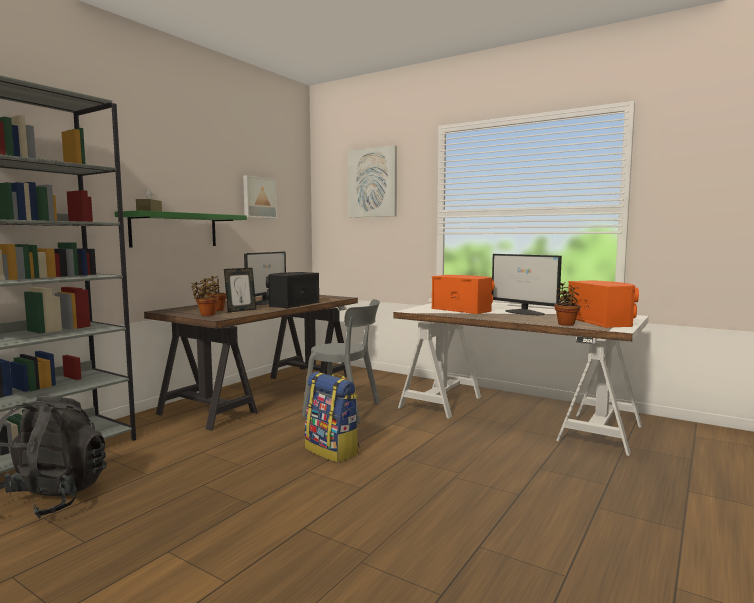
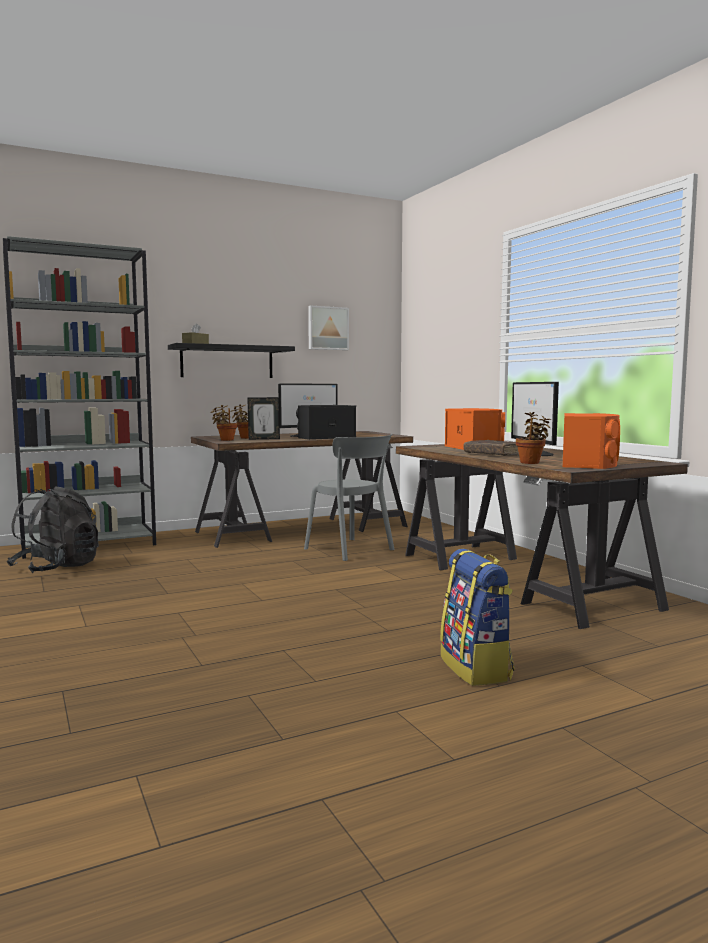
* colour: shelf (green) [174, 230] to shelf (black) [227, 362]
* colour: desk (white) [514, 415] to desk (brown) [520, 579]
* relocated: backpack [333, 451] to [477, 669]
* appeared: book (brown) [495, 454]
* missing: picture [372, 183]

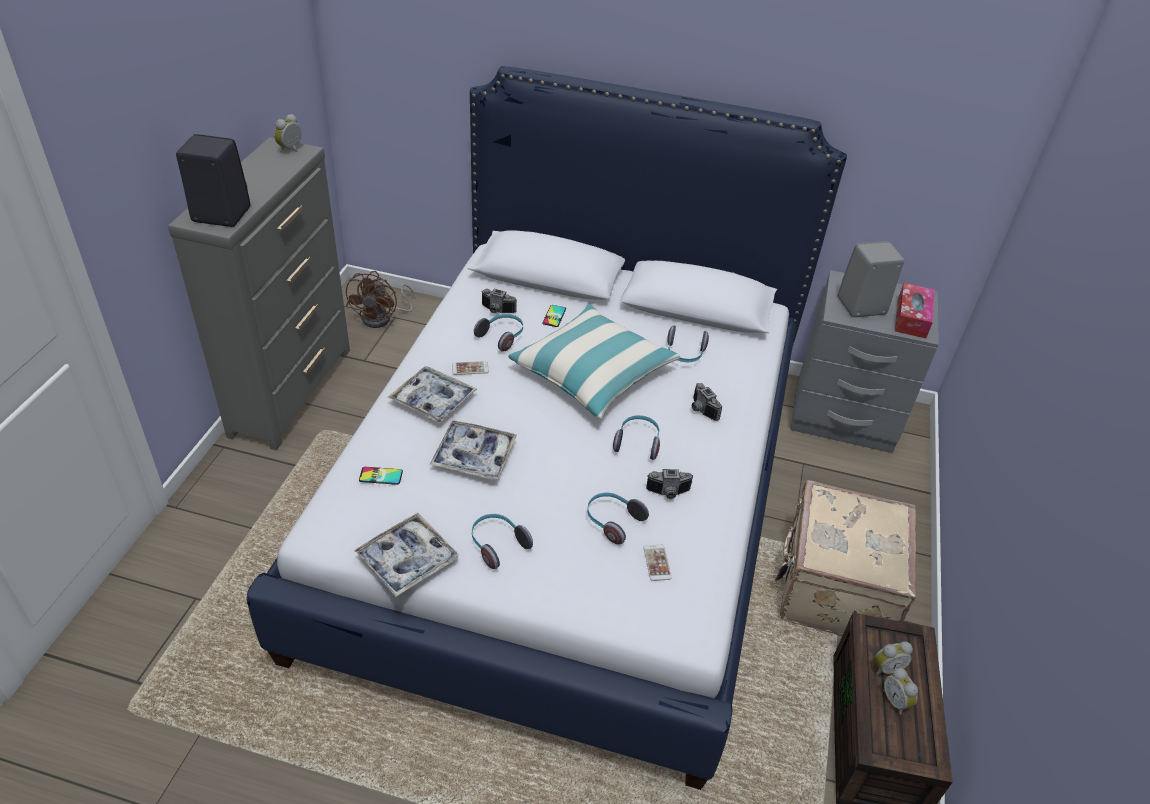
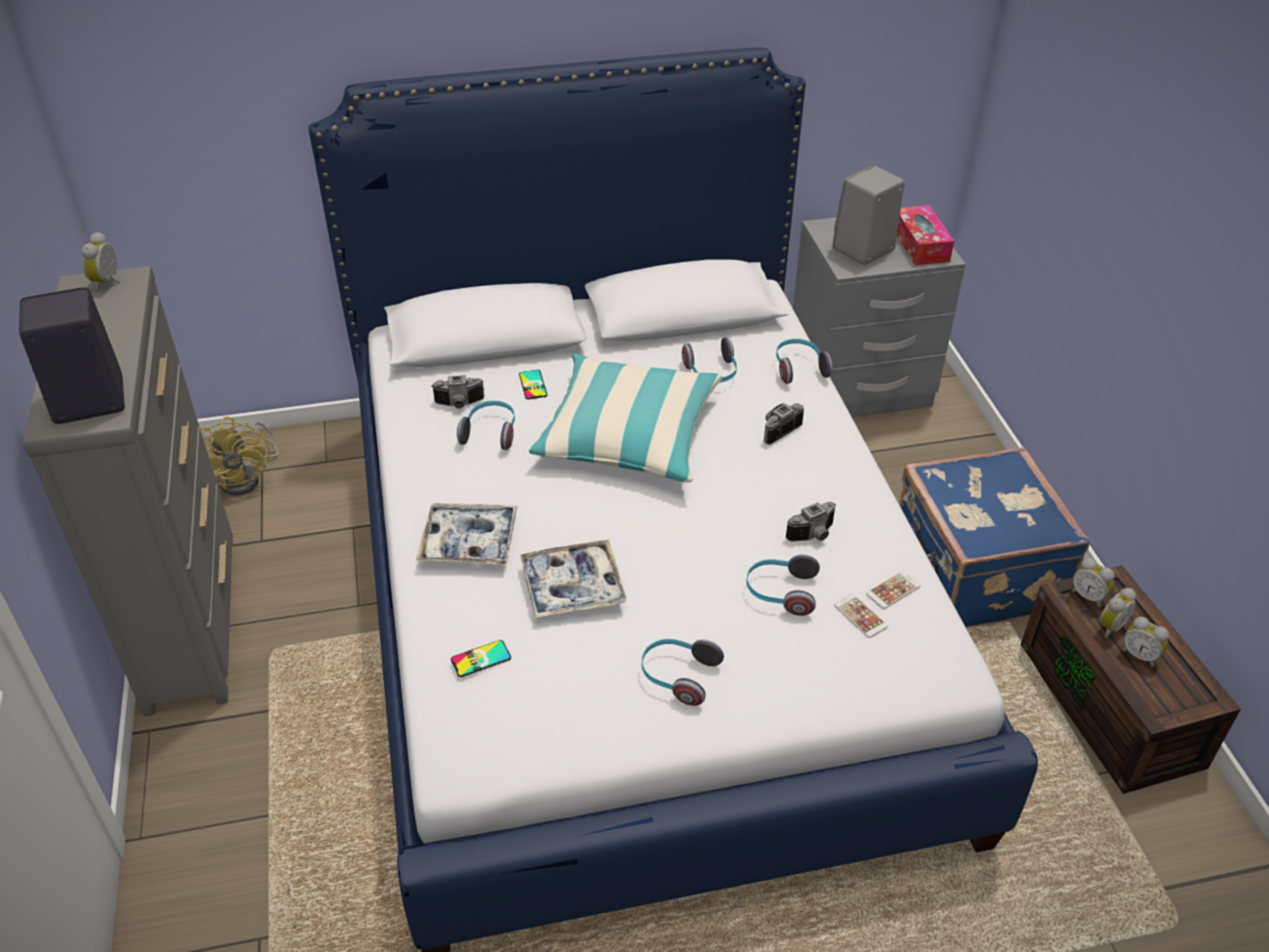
* colour: fan (brown) [382, 318] to fan (yellow) [246, 477]
* spun: photo camera [701, 410] = [777, 429] 105 degrees clockwise
* relocated: headphones [637, 442] to [799, 368]
* relocated: phone [470, 368] to [893, 590]
* colour: suitcase (beige) [833, 588] to suitcase (blue) [973, 574]
* appeared: alarm clock [1088, 596]
* missing: tray [407, 560]

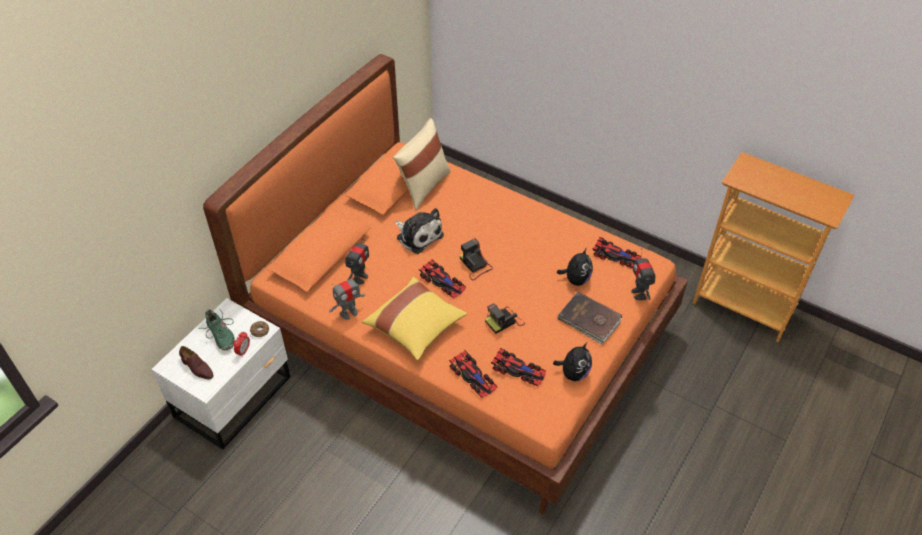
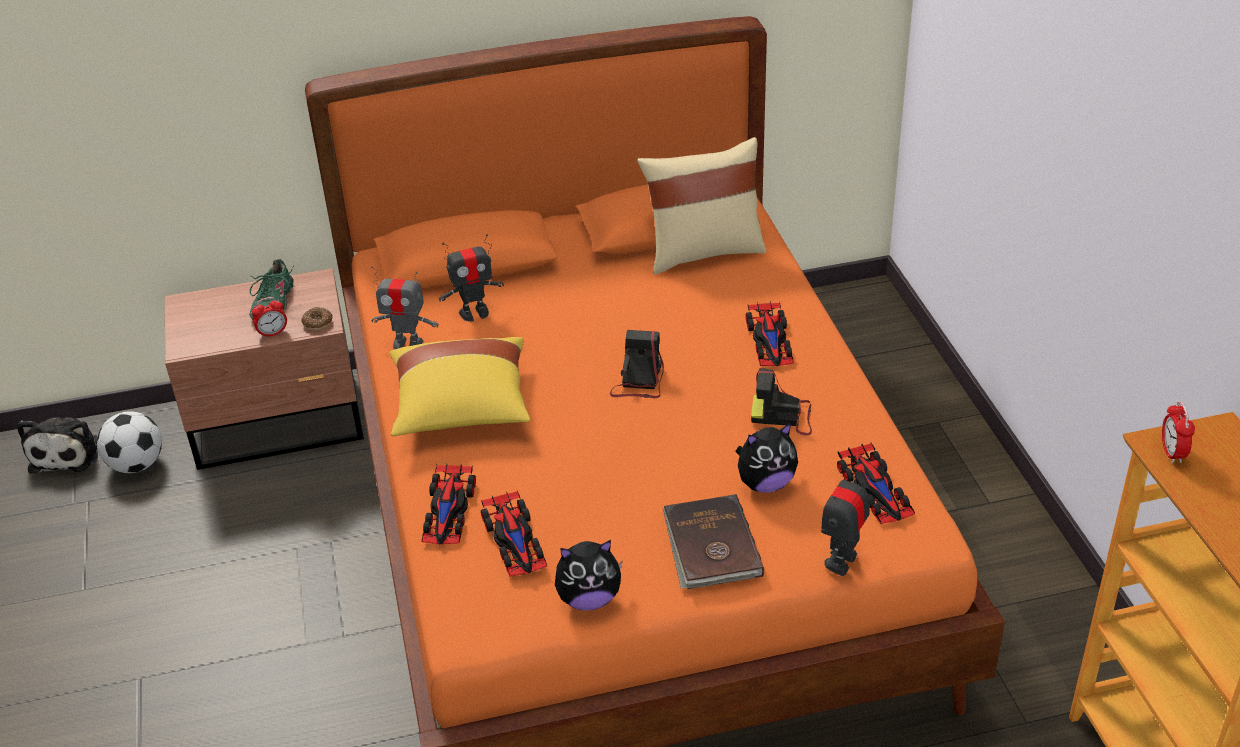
* relocated: plush toy [418, 235] to [67, 452]
* appeared: football [137, 465]
* colour: nightstand (white) [236, 397] to nightstand (brown) [280, 423]
* relocated: toy car [442, 282] to [770, 341]
* relocated: photo camera [504, 321] to [783, 416]
* appeared: alarm clock [1172, 453]
* missing: shoe (brown) [197, 368]

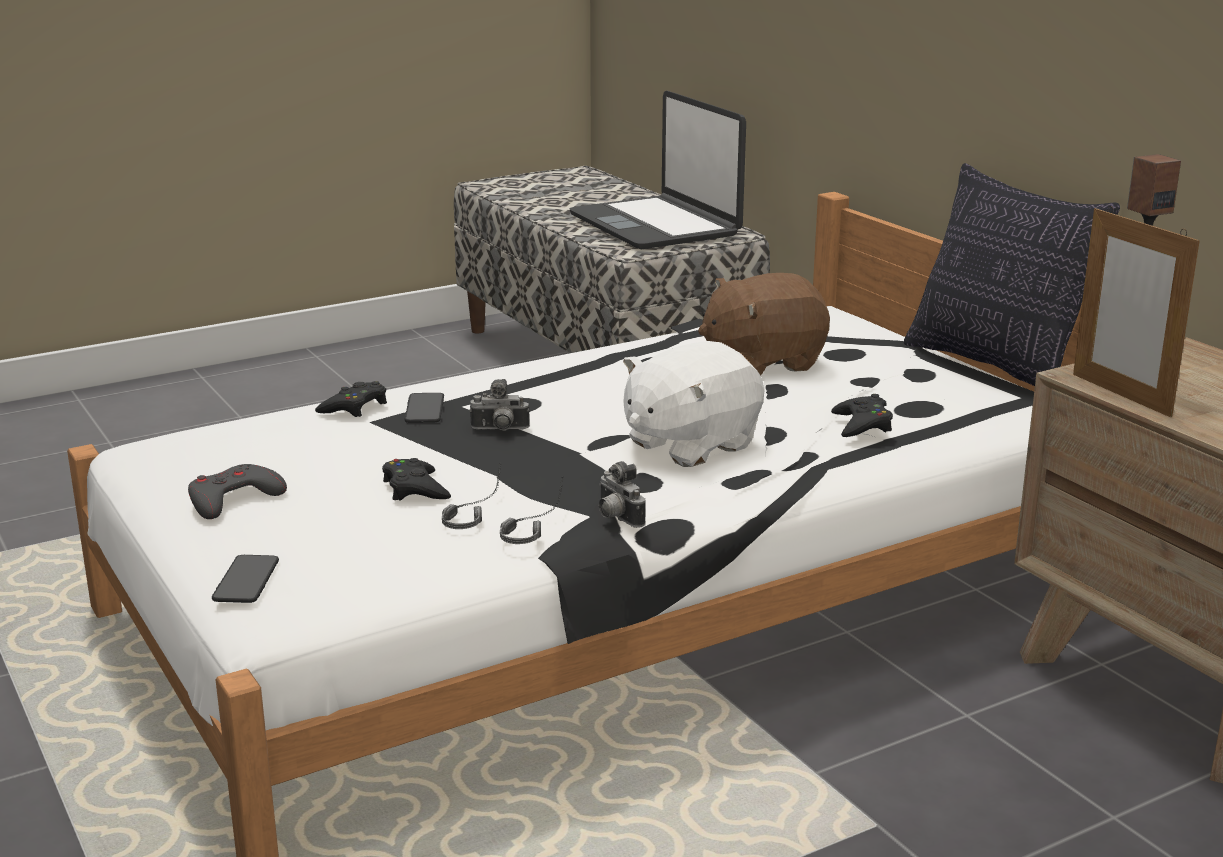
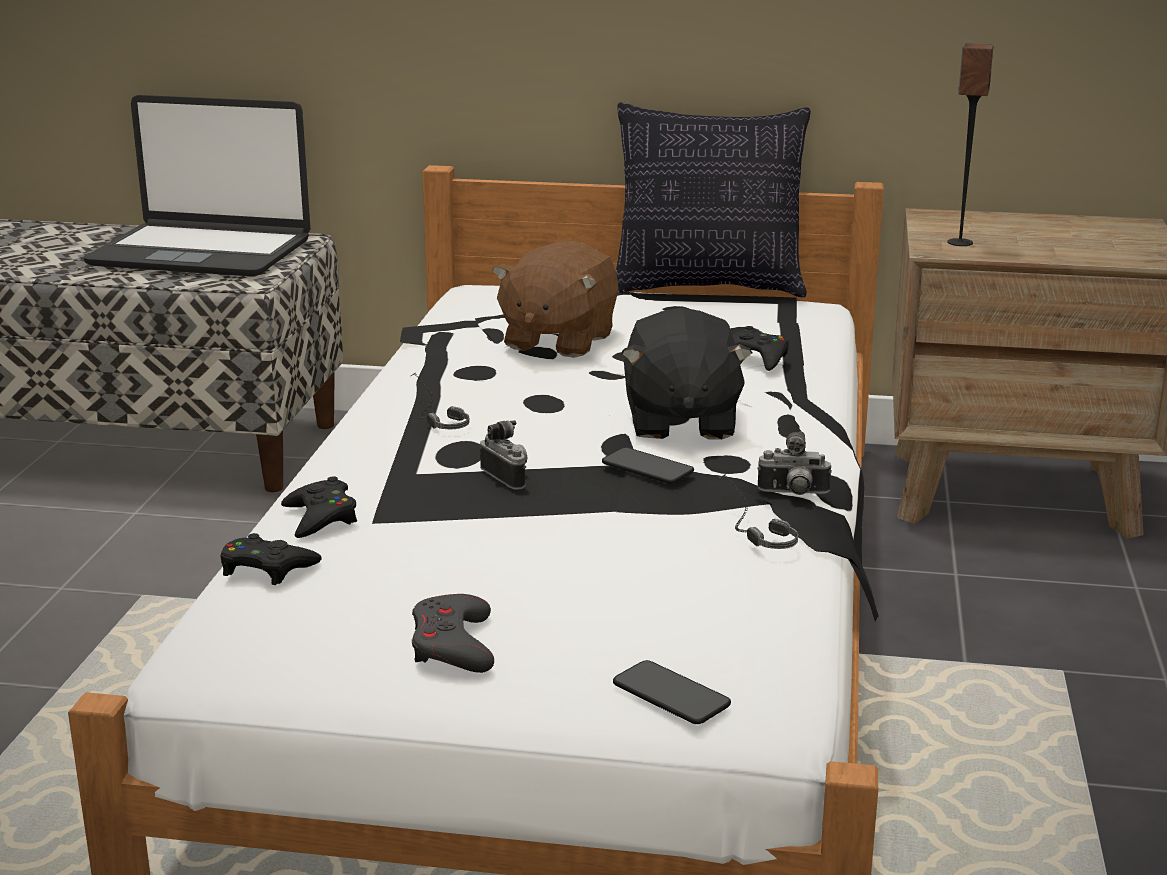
* relocated: game controller (black) [415, 488] to [266, 568]
* relocated: headphones [471, 509] to [430, 416]
* spun: photo camera [499, 430] = [509, 477] 75 degrees counterclockwise
* relocated: phone [424, 409] to [647, 468]
* colour: plush toy (white) [689, 444] to plush toy (black) [680, 422]
* missing: picture frame [1121, 395]

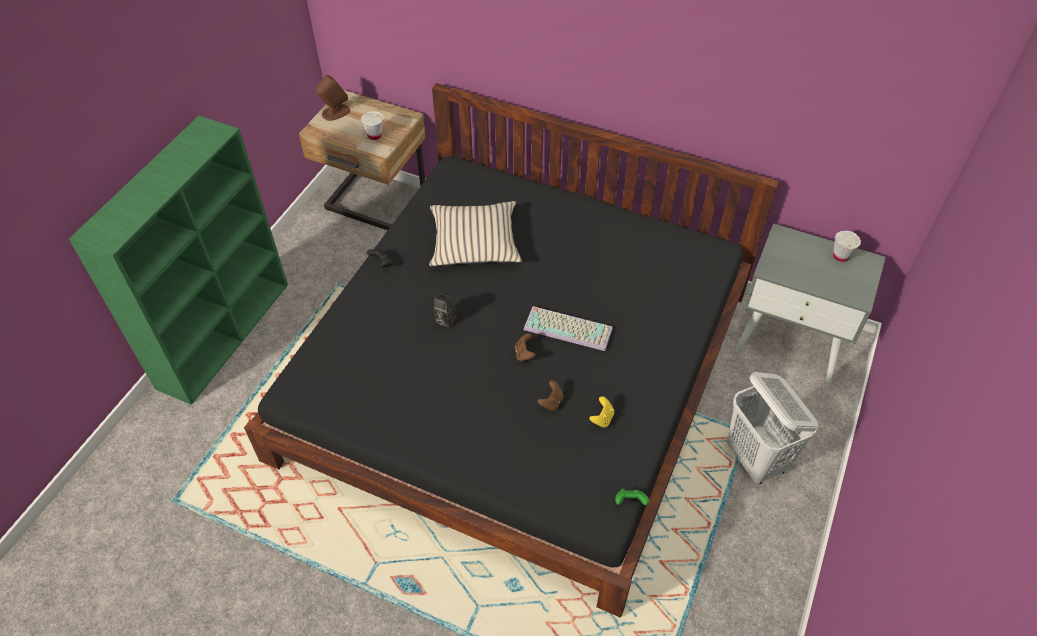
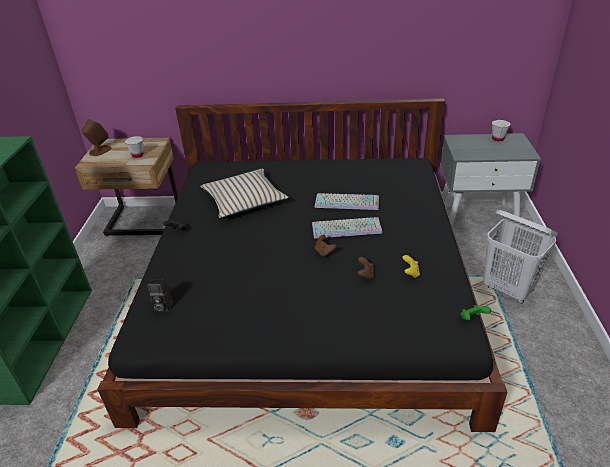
* relocated: photo camera [444, 320] to [162, 307]
* appeared: keyboard [347, 202]

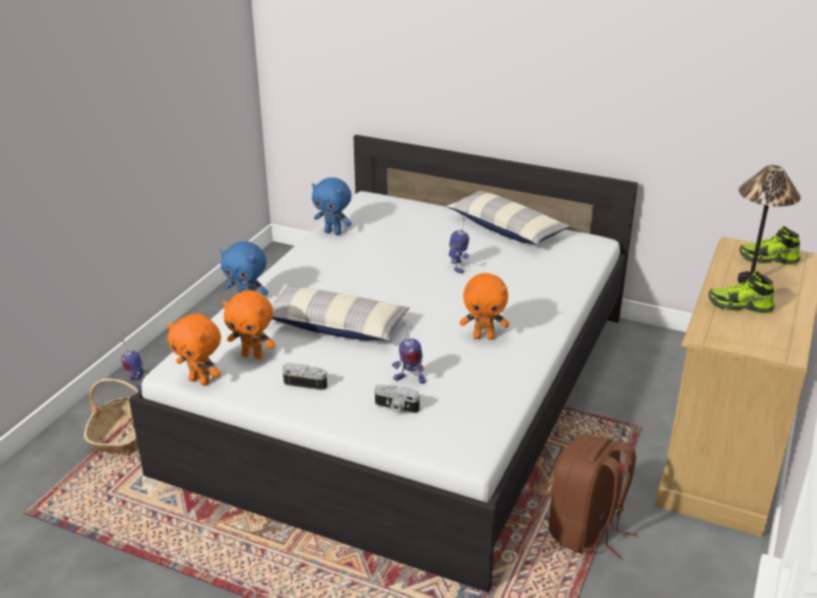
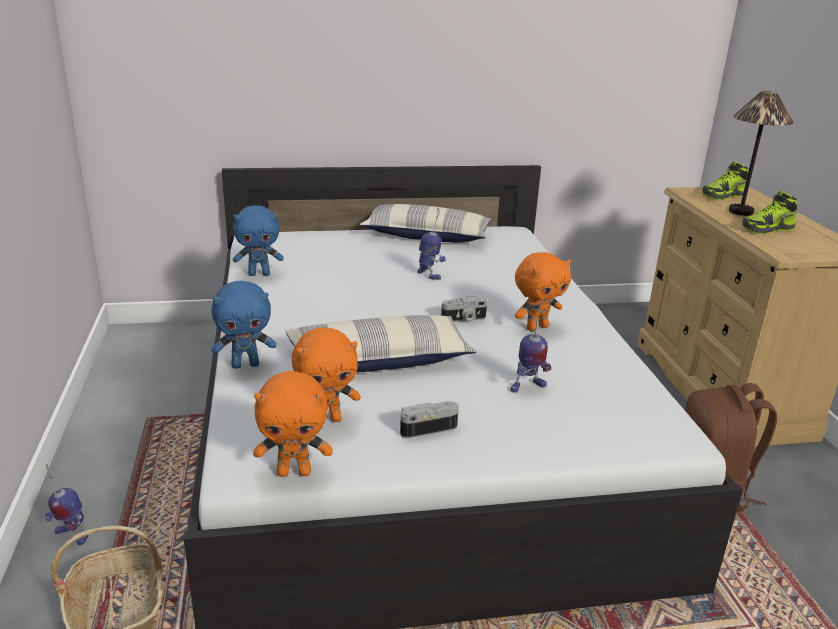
* relocated: photo camera [396, 407] to [464, 319]

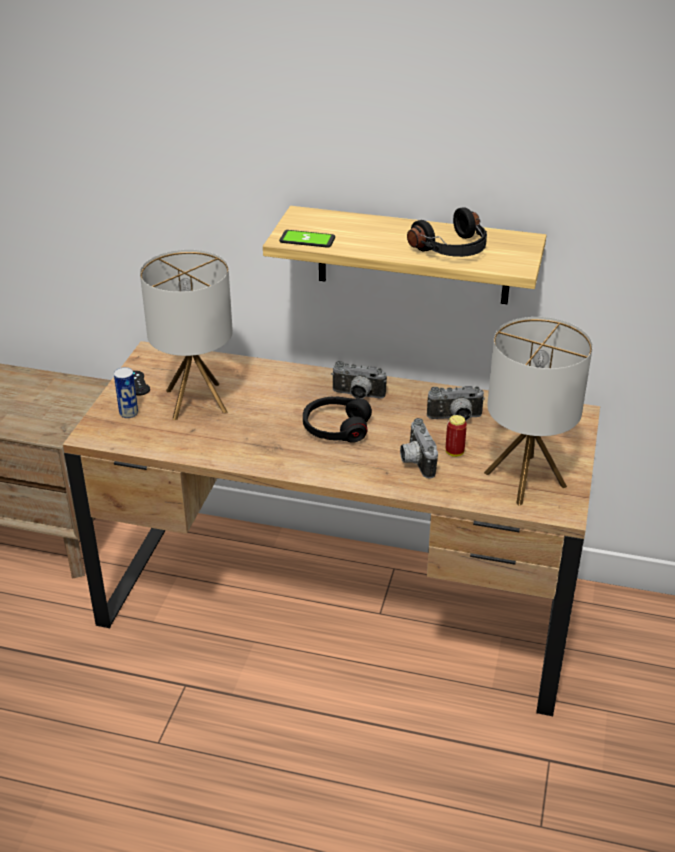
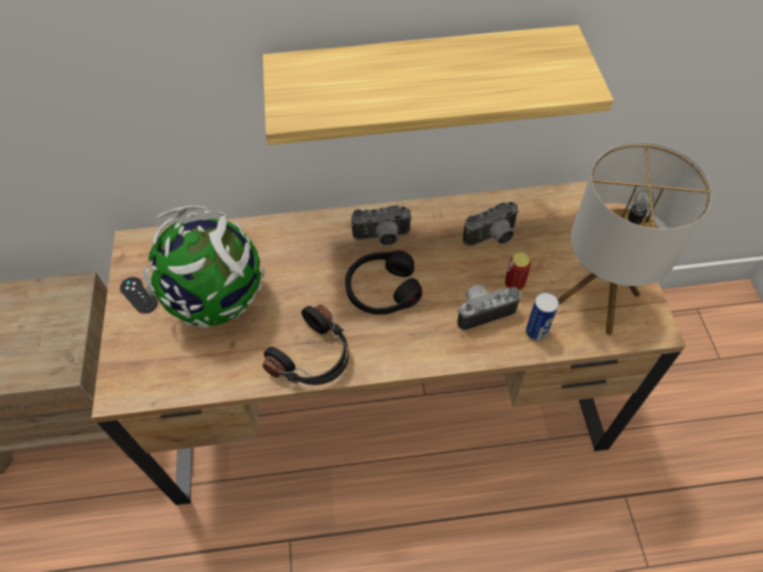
* exchanged: table lamp [196, 401] to globe [217, 300]
* relocated: headphones (black) [453, 250] to [314, 358]
* spun: photo camera [415, 462] = [483, 310] 105 degrees clockwise
* relocated: can [128, 413] to [536, 332]
* missing: phone [307, 240]

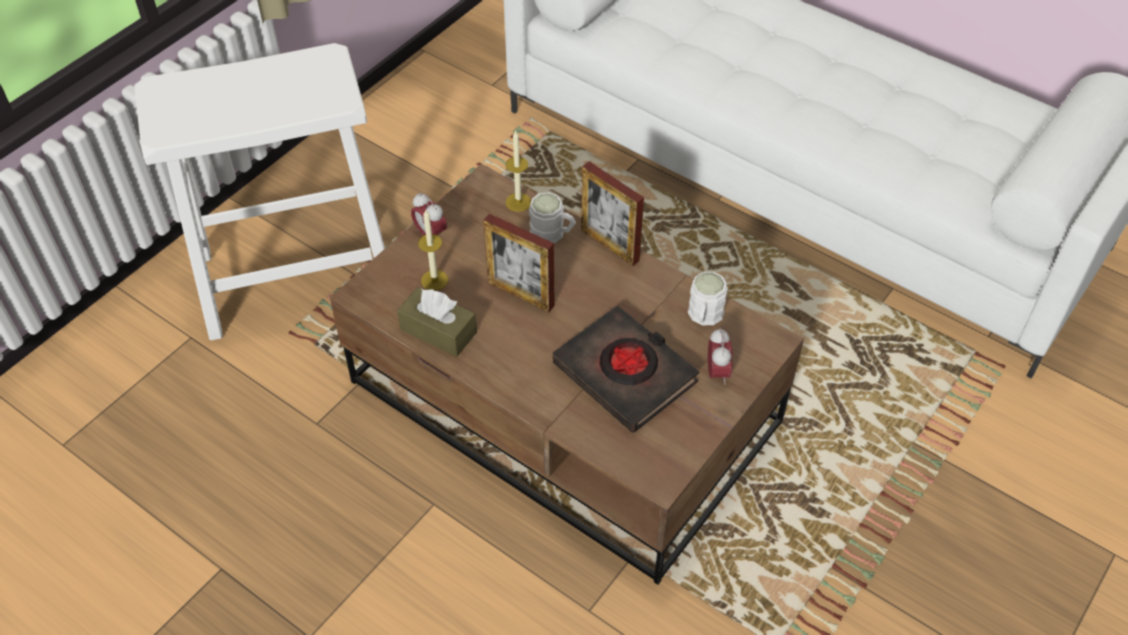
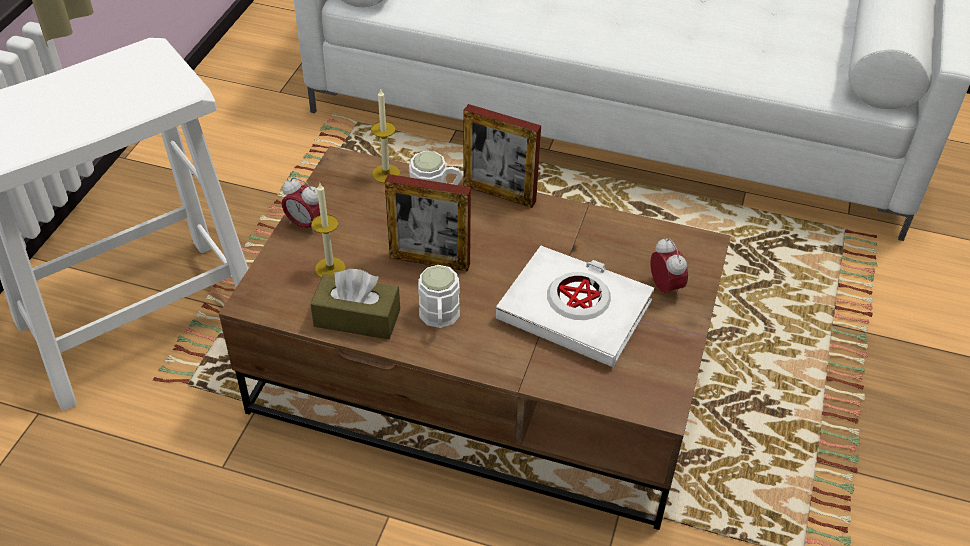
* relocated: mug (white) [704, 317] to [439, 318]
* colour: book (black) [625, 373] to book (white) [575, 311]

